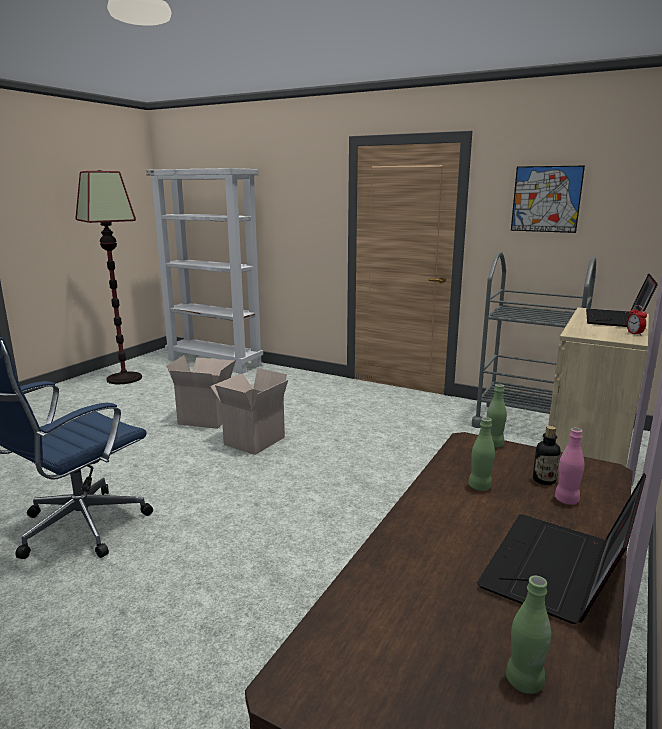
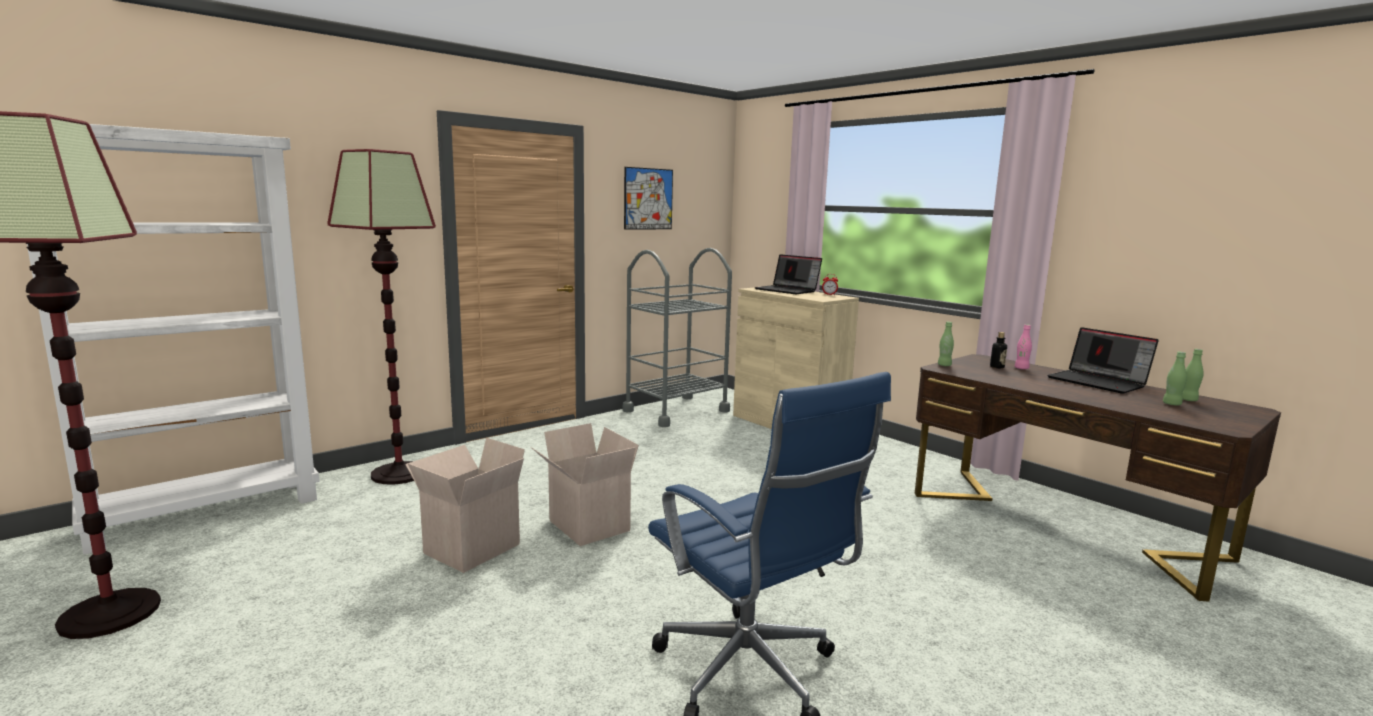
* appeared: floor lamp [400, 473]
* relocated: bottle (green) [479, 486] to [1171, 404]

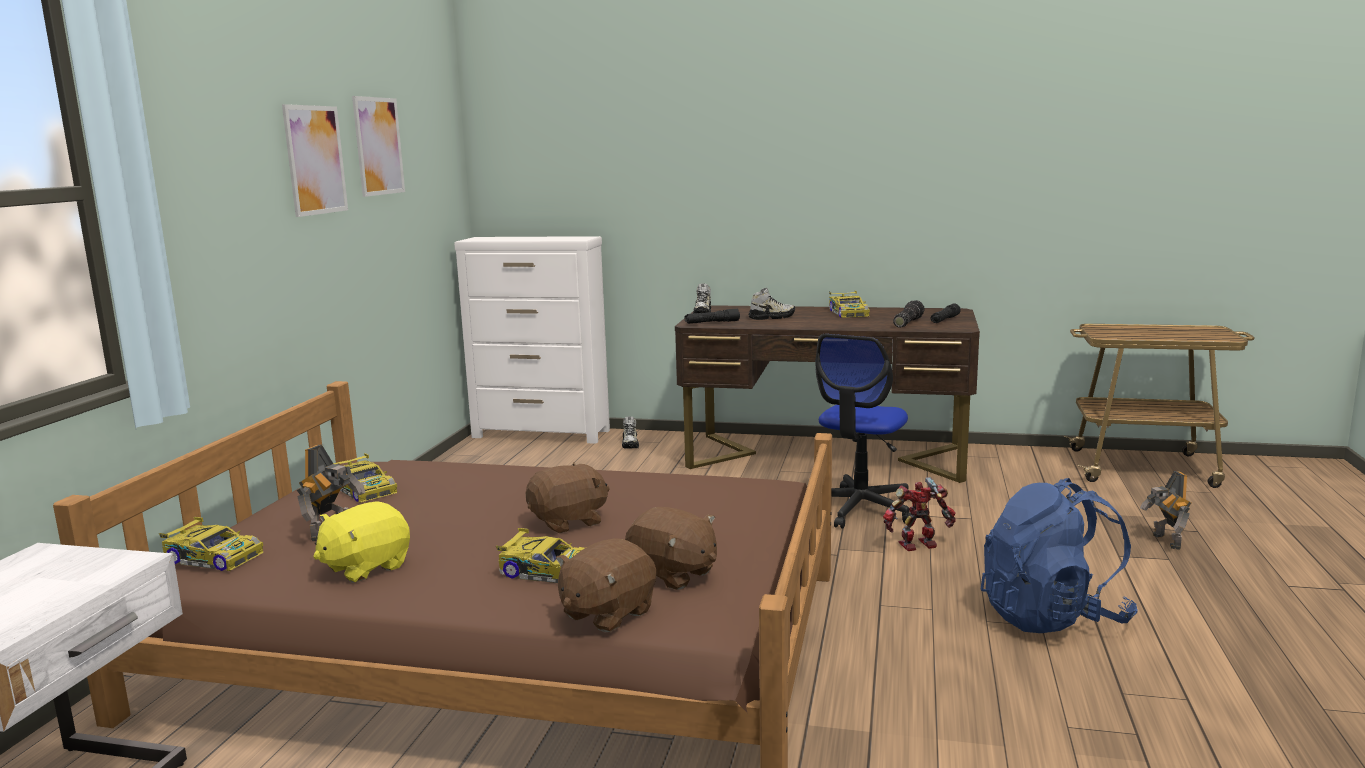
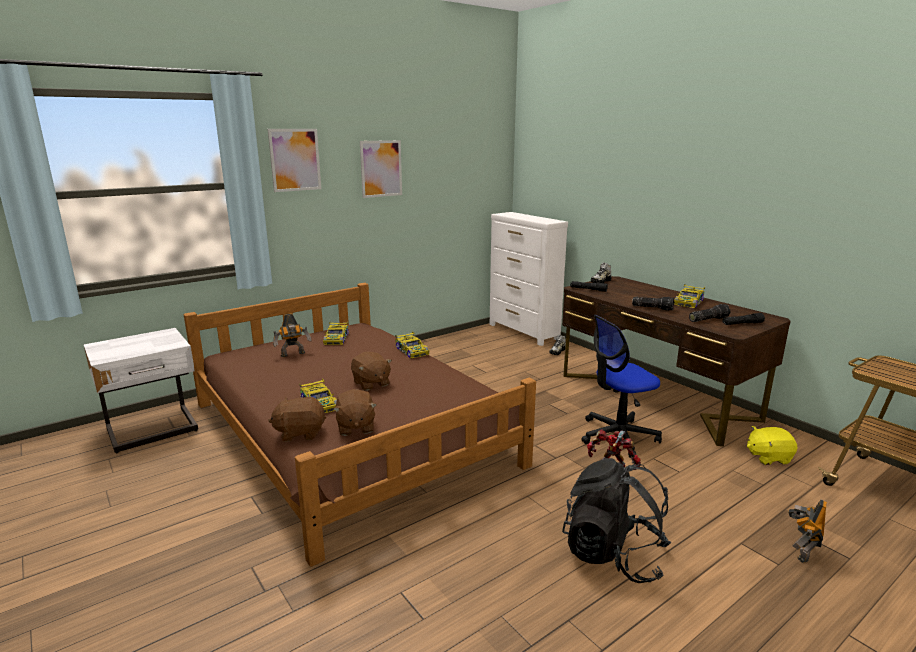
* relocated: picture [378, 146] to [295, 160]
* spun: plush toy (brown) [569, 522] = [371, 383] 45 degrees clockwise
* relocated: toy car [213, 557] to [411, 351]
* colour: backpack (blue) [1052, 617] to backpack (black) [613, 555]
* appeared: flashlight [653, 308]
* relocated: plush toy (yellow) [365, 567] to [768, 457]
* missing: shoe [771, 317]

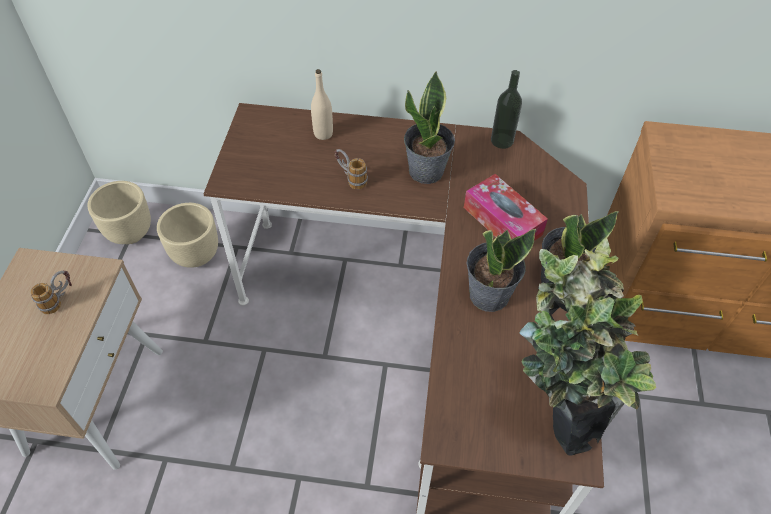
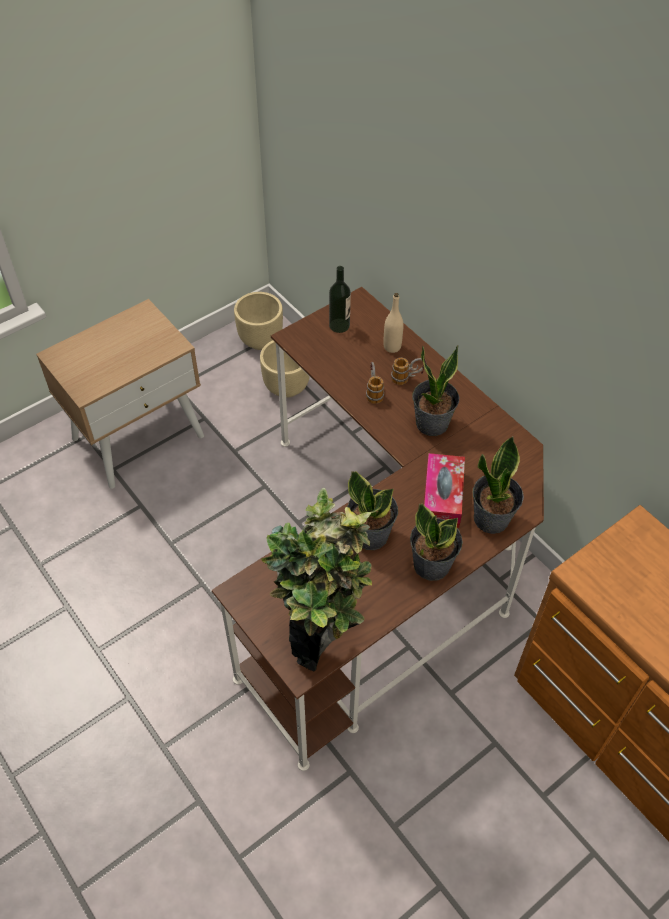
* relocated: bottle [502, 140] to [339, 325]
* relocated: mug [59, 300] to [407, 378]
* appeared: potted plant [492, 519]

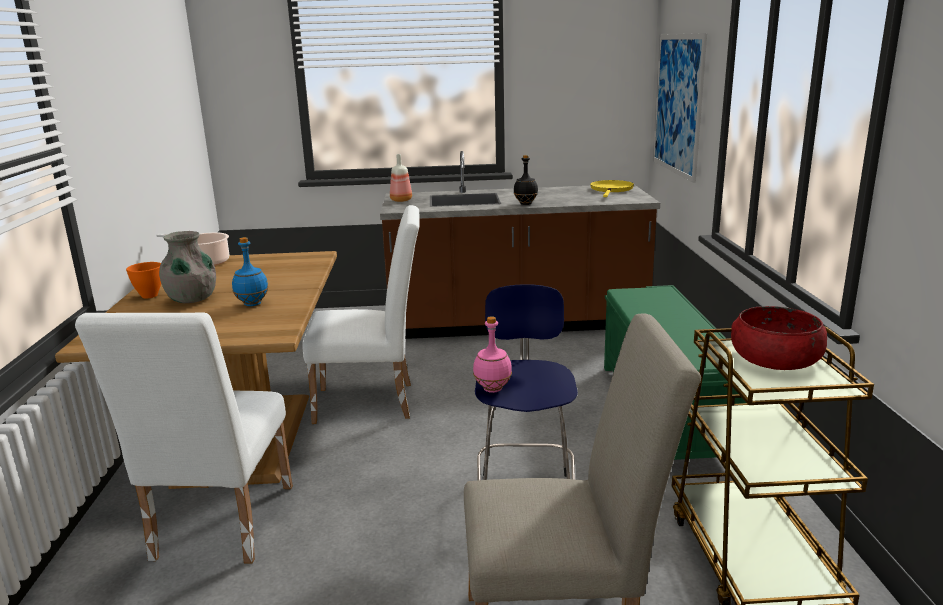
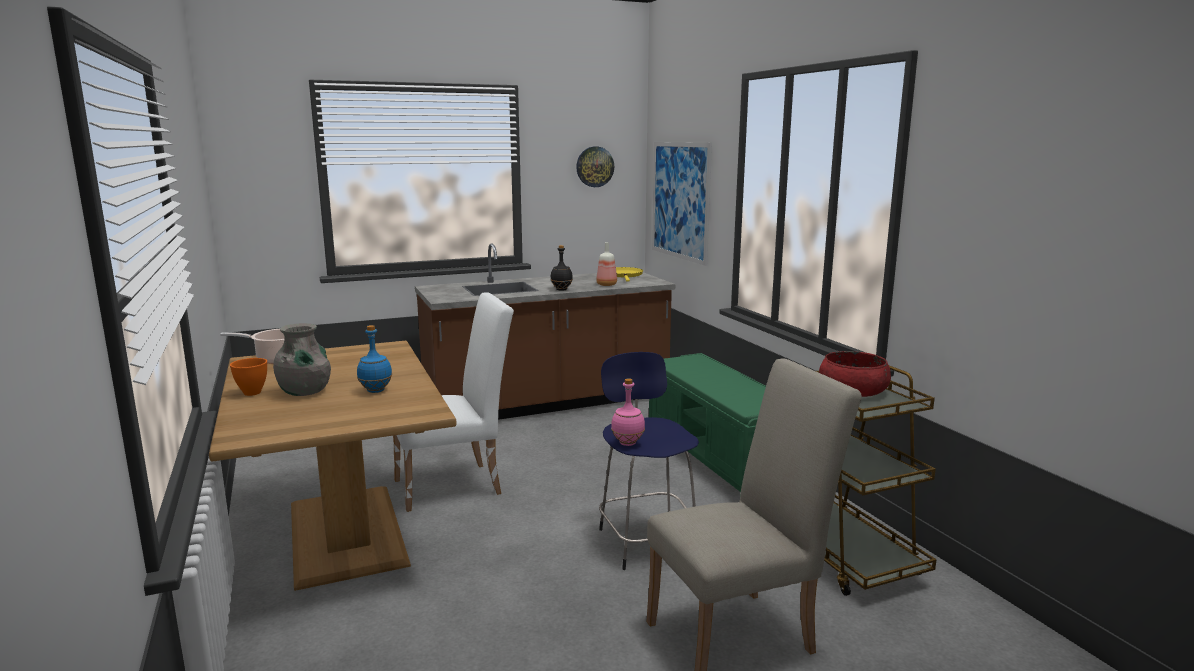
* appeared: wall clock [594, 166]
* relocated: bottle [401, 200] to [607, 285]
* missing: chair (white) [218, 529]

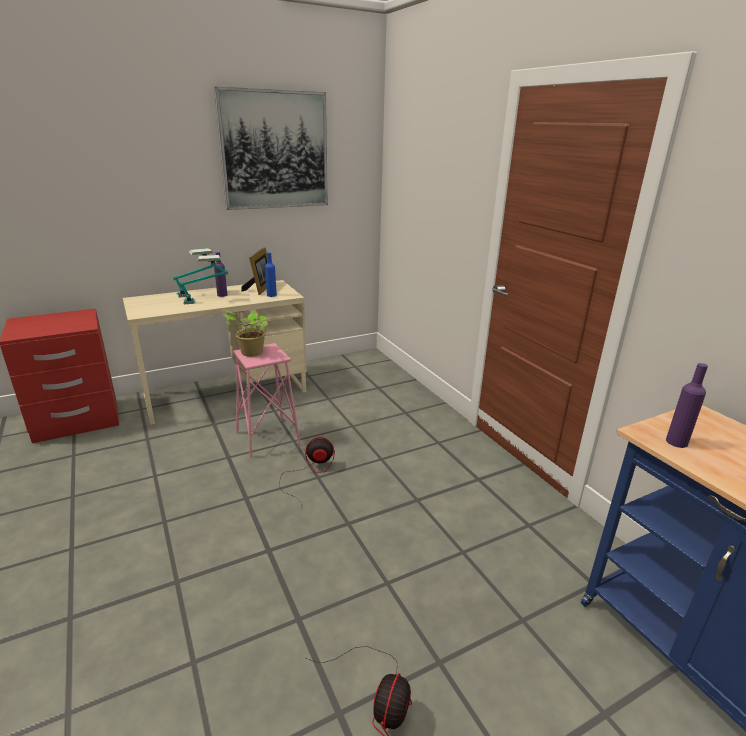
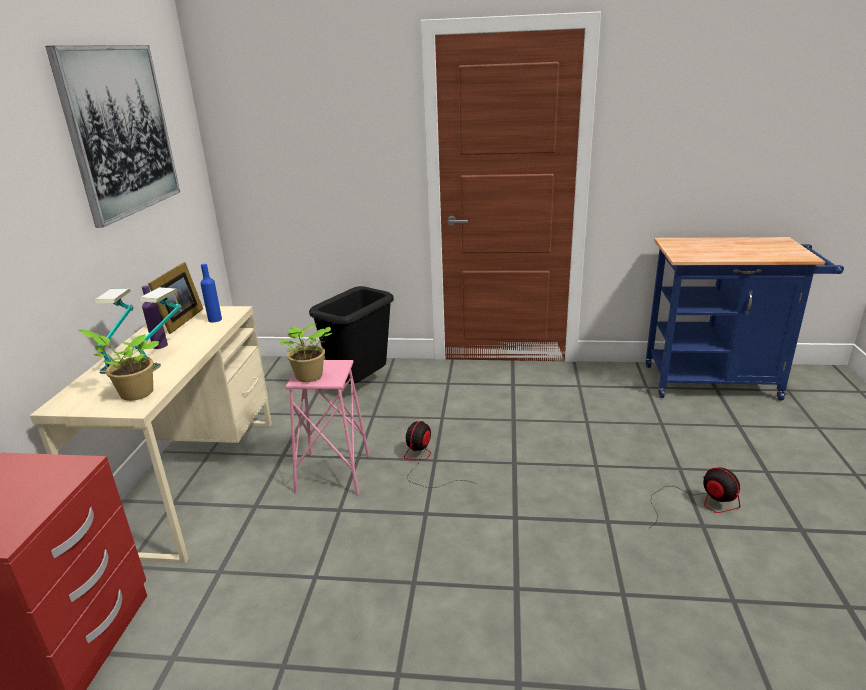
* appeared: potted plant [134, 393]
* spun: picture frame [260, 288] = [178, 321] 60 degrees clockwise
* appeared: trash can (black) [360, 385]
* missing: bottle (purple) [676, 442]

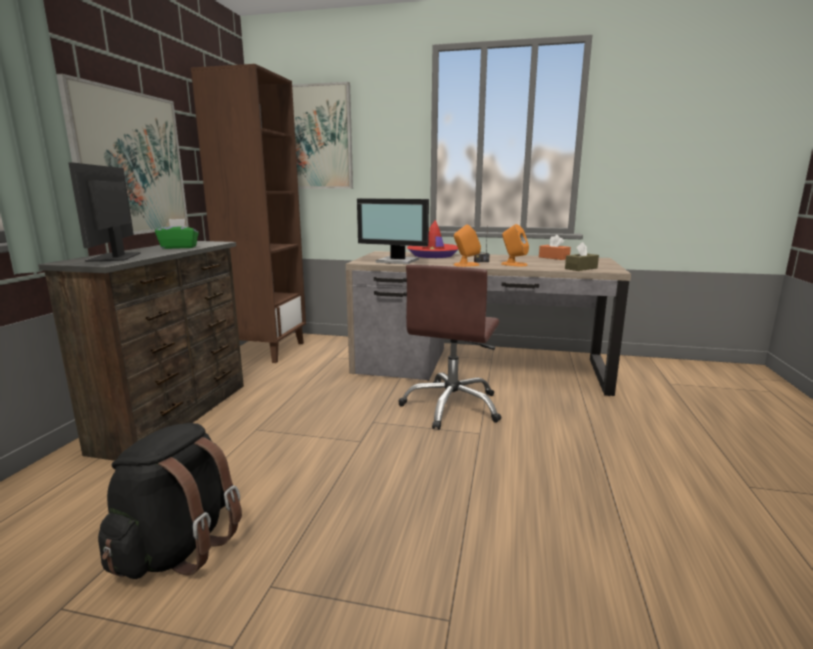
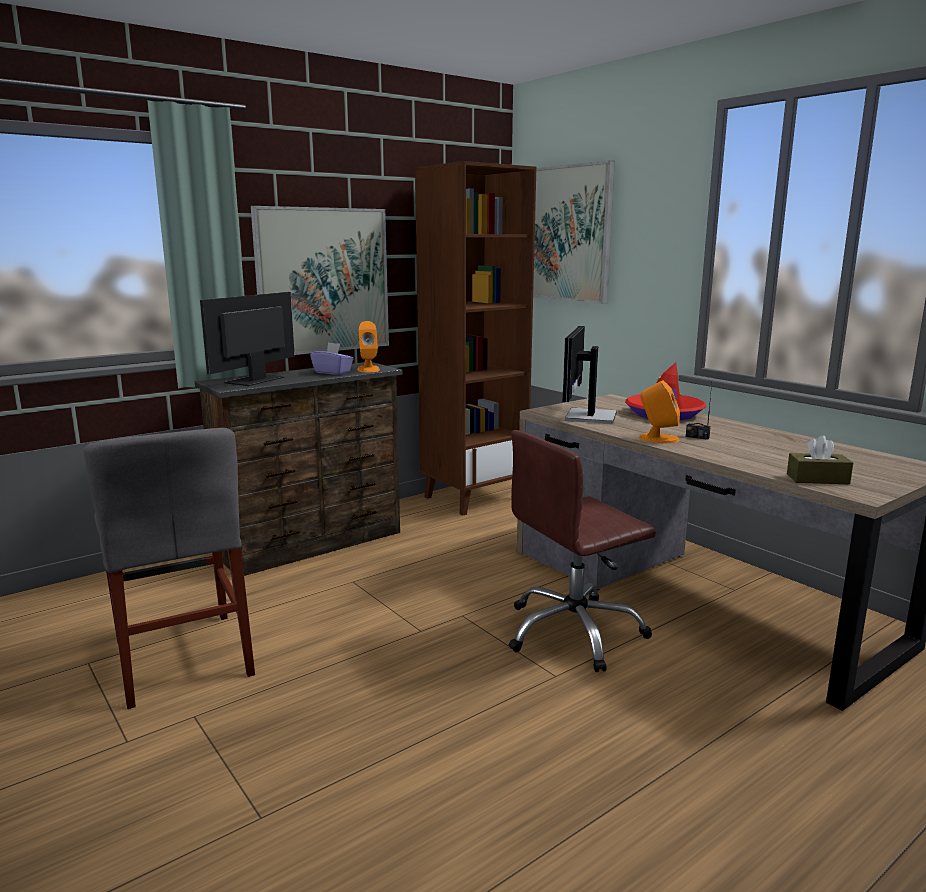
* exchanged: backpack (black) [178, 548] to chair (grey) [182, 657]
* colour: tissue box (green) [179, 247] to tissue box (purple) [333, 372]
* relocated: speaker (orange) [513, 264] to [368, 369]
* spun: monitor [397, 261] = [588, 417] 45 degrees clockwise
* missing: tissue box (orange) [554, 258]

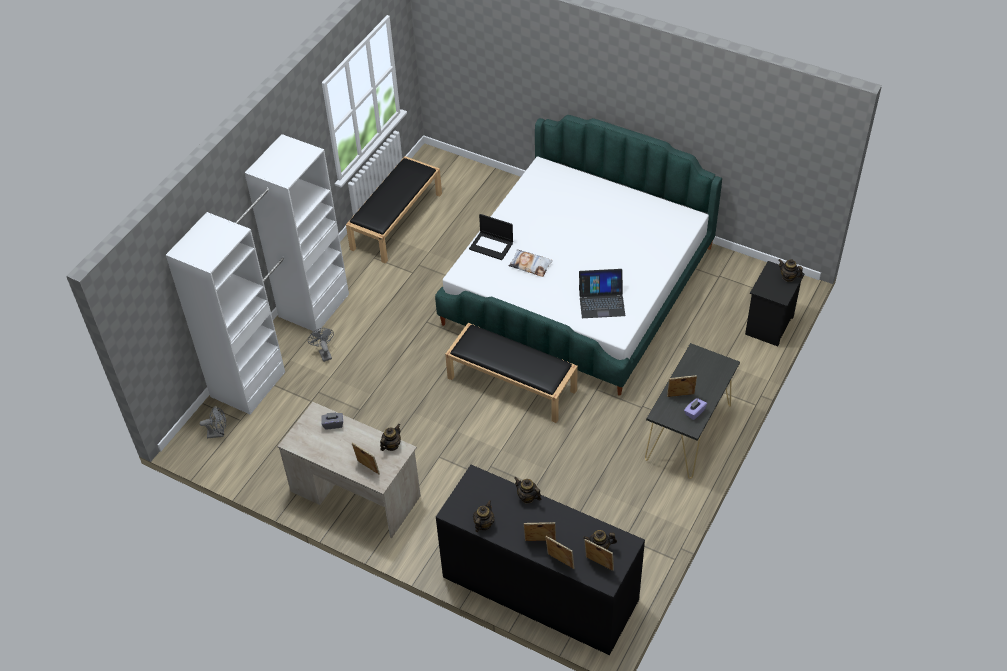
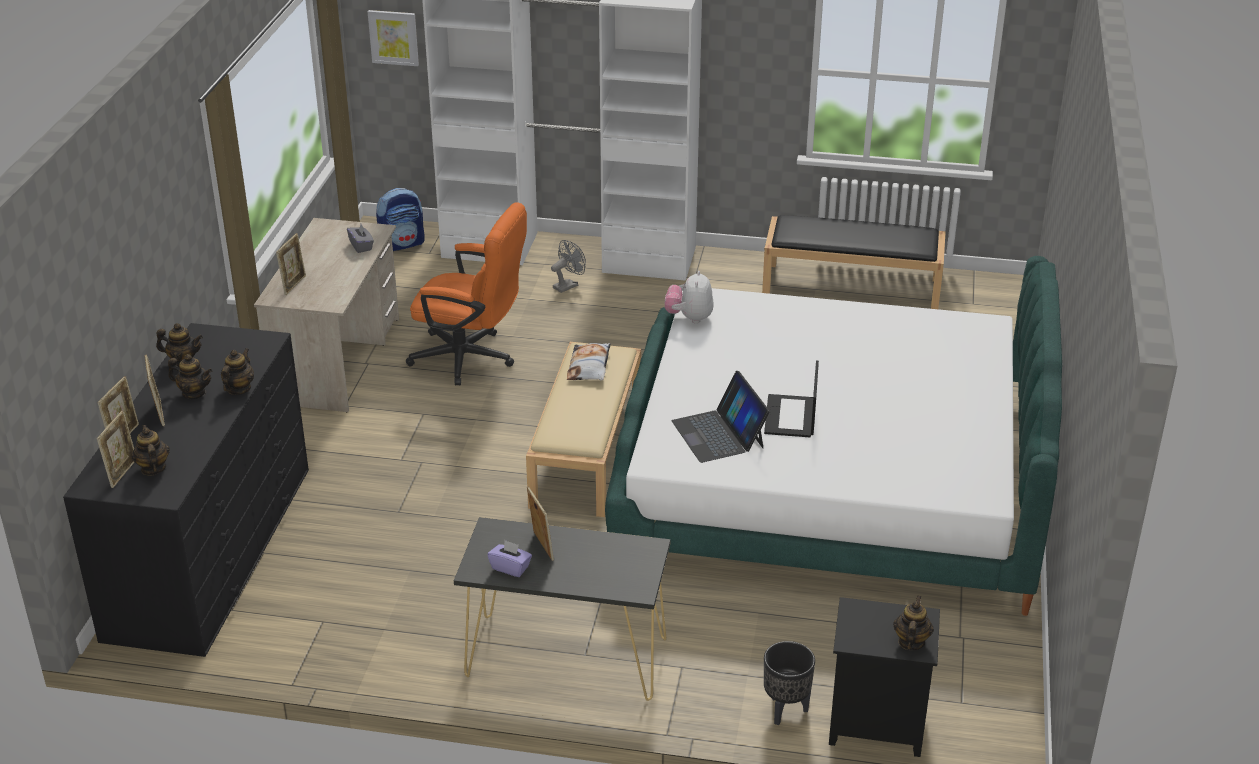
* relocated: teapot [391, 445] to [194, 393]
* appeared: picture [393, 37]
* exchanged: fan (grey) [218, 433] to backpack [402, 244]
* appeared: office chair (orange) [471, 359]
* colour: bench (black) [512, 384] to bench (beige) [587, 452]
* relocated: pillow [530, 265] to [589, 367]
* appeared: plush toy [689, 318]
* relocated: laptop [491, 246] to [791, 417]
* appeared: planter (black) [785, 710]

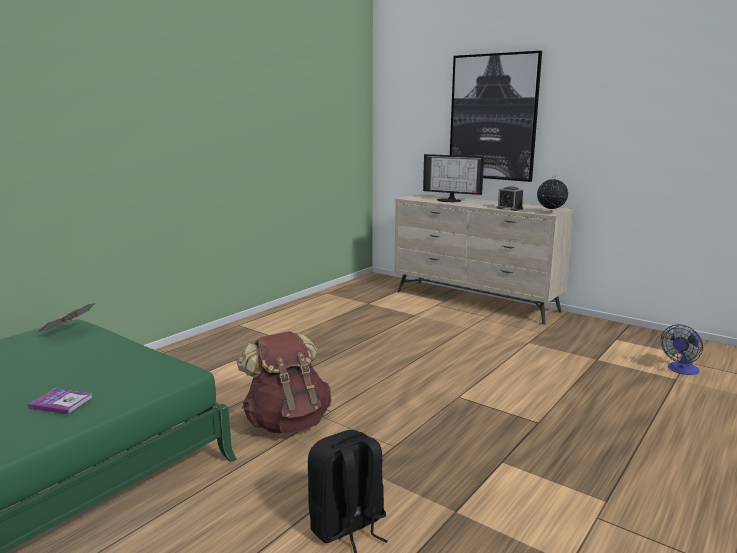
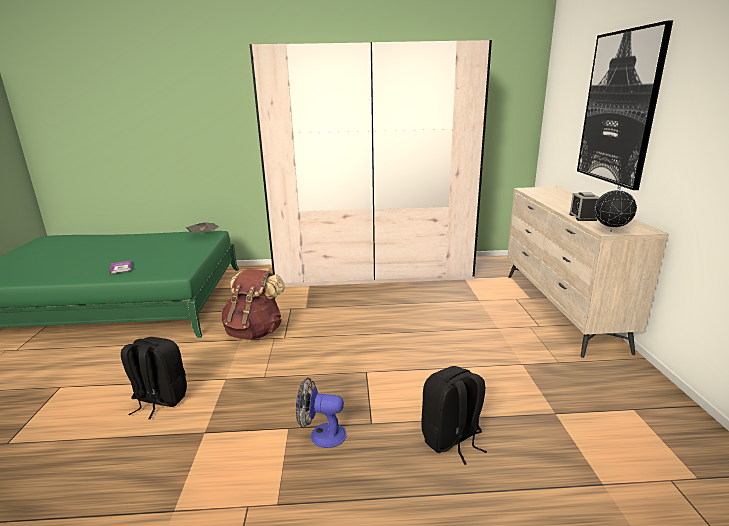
* appeared: wardrobe (beige) [373, 271]
* relocated: fan [681, 370] to [321, 434]
* appeared: backpack (black) [451, 440]
* missing: monitor [450, 200]

